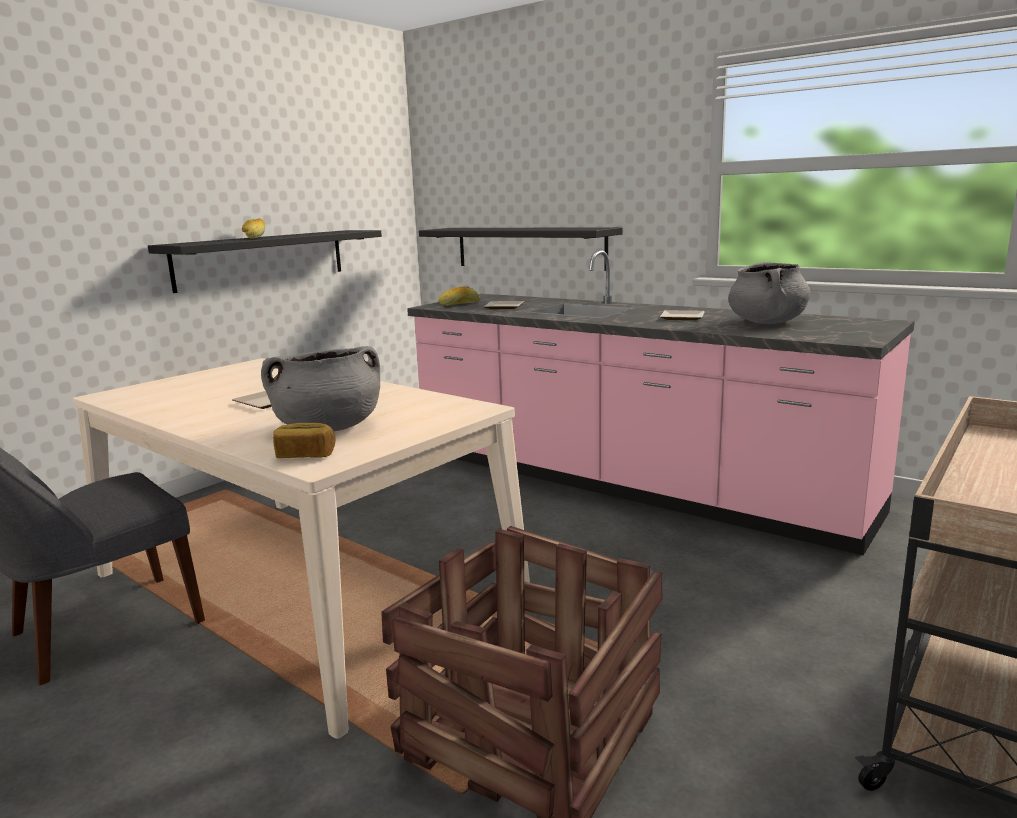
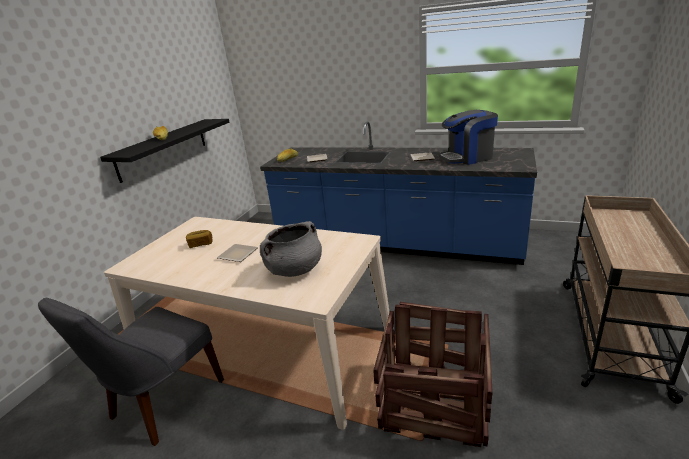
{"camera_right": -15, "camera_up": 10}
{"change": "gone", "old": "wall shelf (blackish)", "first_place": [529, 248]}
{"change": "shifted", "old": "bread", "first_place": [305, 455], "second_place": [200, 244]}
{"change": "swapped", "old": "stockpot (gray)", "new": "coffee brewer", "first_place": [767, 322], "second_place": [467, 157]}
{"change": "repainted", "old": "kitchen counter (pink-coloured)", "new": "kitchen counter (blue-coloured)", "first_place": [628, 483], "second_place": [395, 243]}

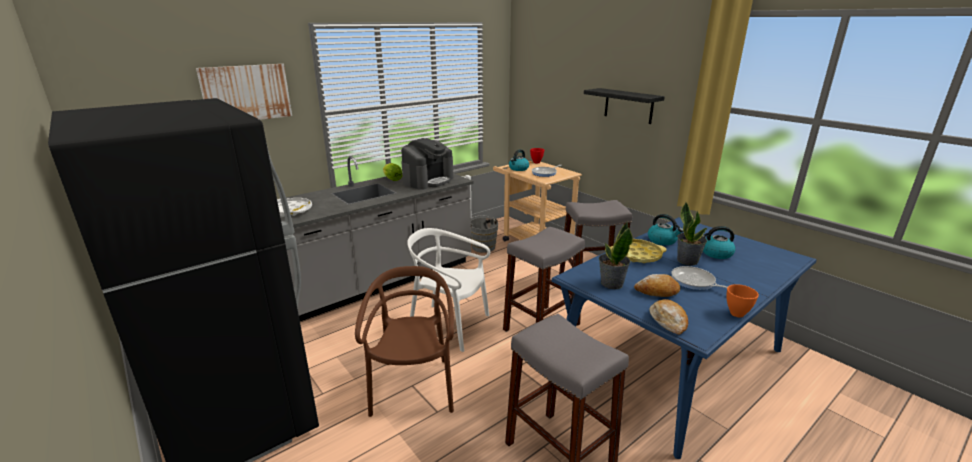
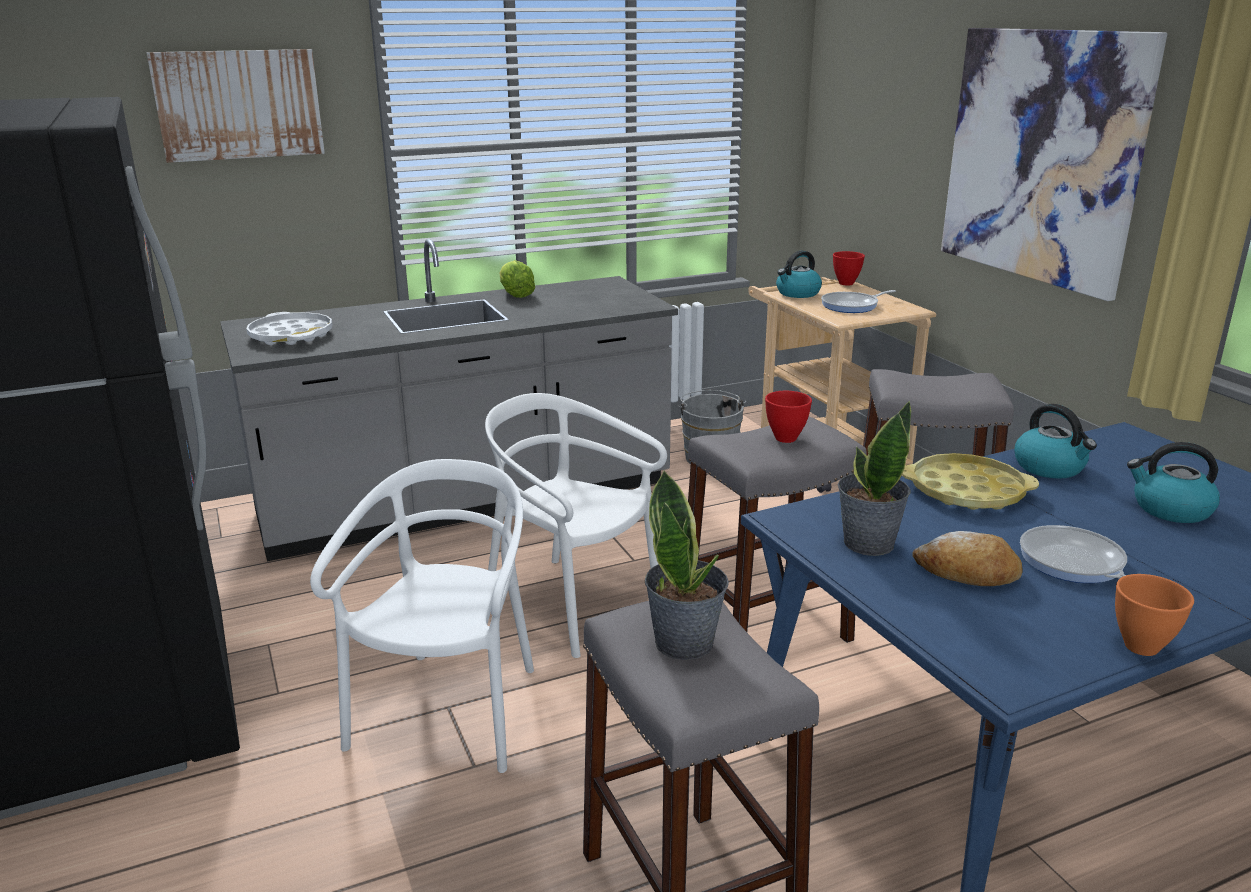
{"camera_right": 15, "camera_up": 0}
{"change": "gone", "old": "coffee brewer", "first_place": [428, 181]}
{"change": "gone", "old": "bread", "first_place": [668, 321]}
{"change": "new", "new": "bowl (red)", "second_place": [787, 439]}
{"change": "shifted", "old": "houseplant", "first_place": [687, 260], "second_place": [685, 642]}
{"change": "swapped", "old": "wall shelf (blackish)", "new": "wall picture", "first_place": [628, 106], "second_place": [1041, 157]}
{"change": "repainted", "old": "plain chair (brown-coloured)", "new": "plain chair (whitish)", "first_place": [413, 387], "second_place": [449, 712]}

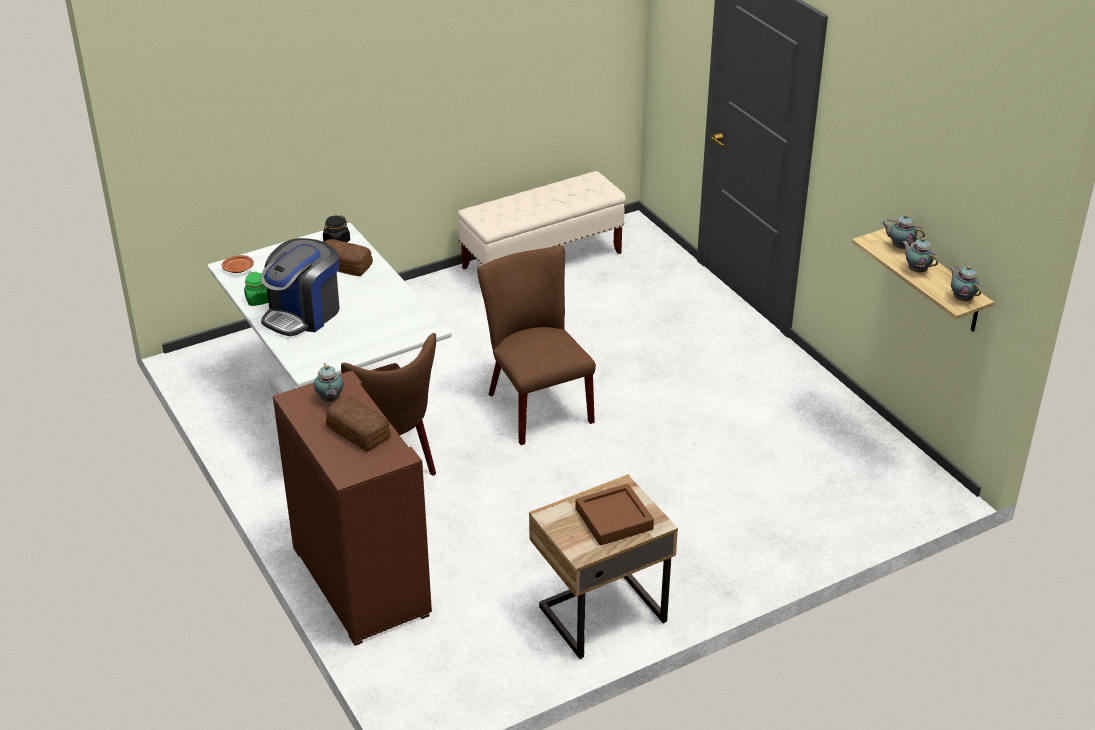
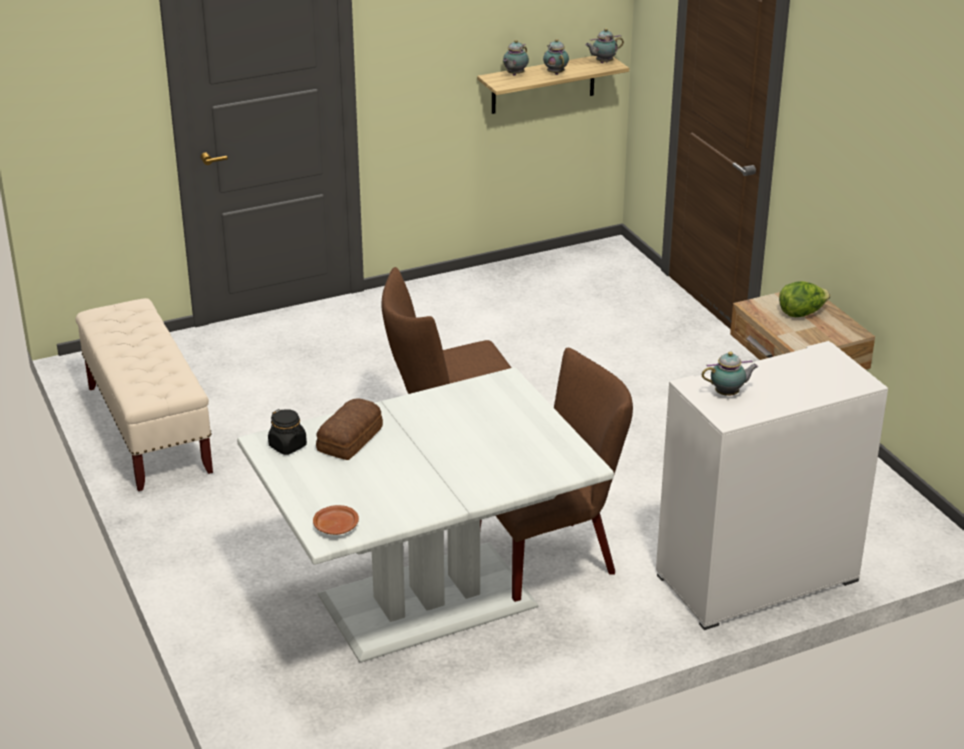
{"camera_right": -85, "camera_up": -5}
{"change": "gone", "old": "storage jar (green-coloured)", "first_place": [258, 300]}
{"change": "gone", "old": "coffee brewer", "first_place": [303, 314]}
{"change": "gone", "old": "bread", "first_place": [358, 431]}
{"change": "swapped", "old": "serving tray (brown-coloured)", "new": "lettuce", "first_place": [614, 519], "second_place": [801, 313]}
{"change": "repainted", "old": "storage cabinet (brown-coloured)", "new": "storage cabinet (whitish)", "first_place": [358, 580], "second_place": [757, 579]}
{"change": "rotated", "old": "teapot", "first_place": [916, 270], "second_place": [555, 73], "degrees": 105}

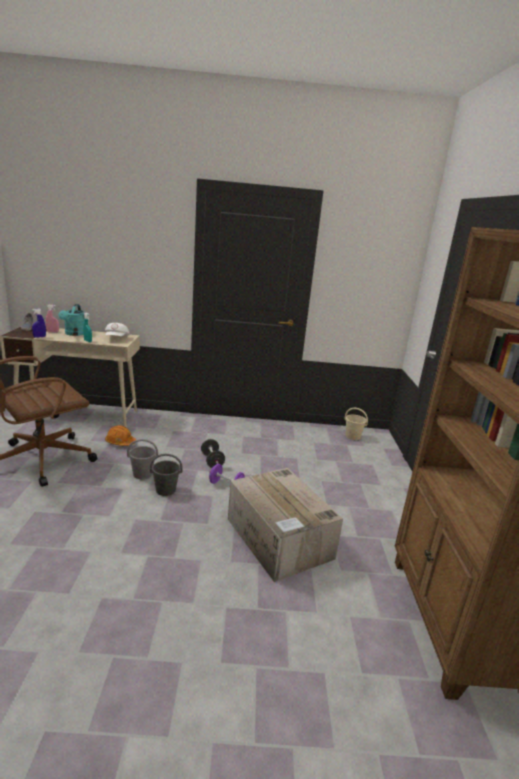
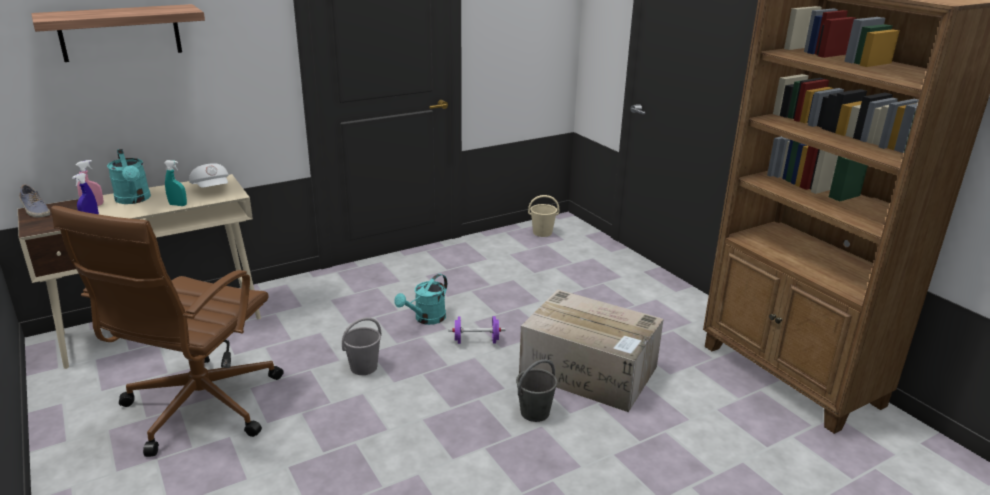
{"camera_right": -30, "camera_up": 5}
{"change": "gone", "old": "hard hat (orange)", "first_place": [120, 442]}
{"change": "new", "new": "wall shelf", "second_place": [120, 32]}
{"change": "shifted", "old": "bucket (gray)", "first_place": [166, 490], "second_place": [535, 412]}
{"change": "swapped", "old": "dumbbell (blackish)", "new": "watering can (turquoise-coloured)", "first_place": [212, 461], "second_place": [426, 319]}

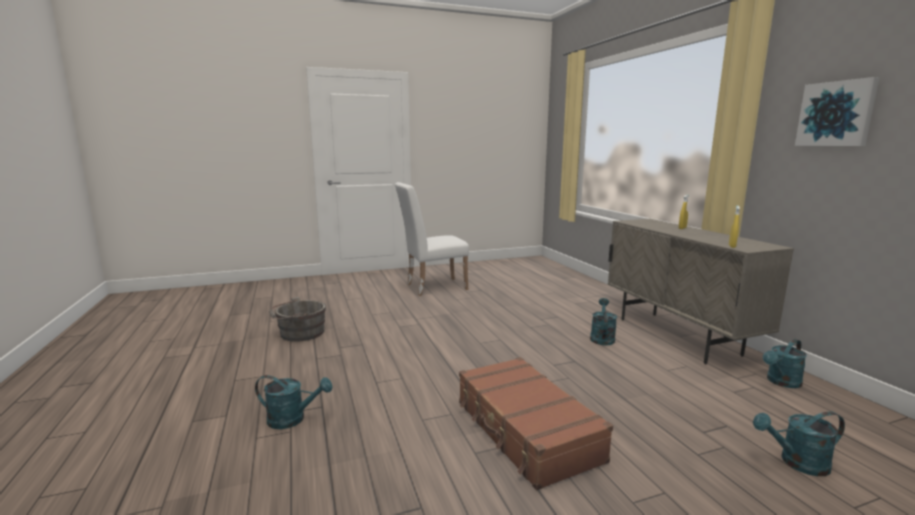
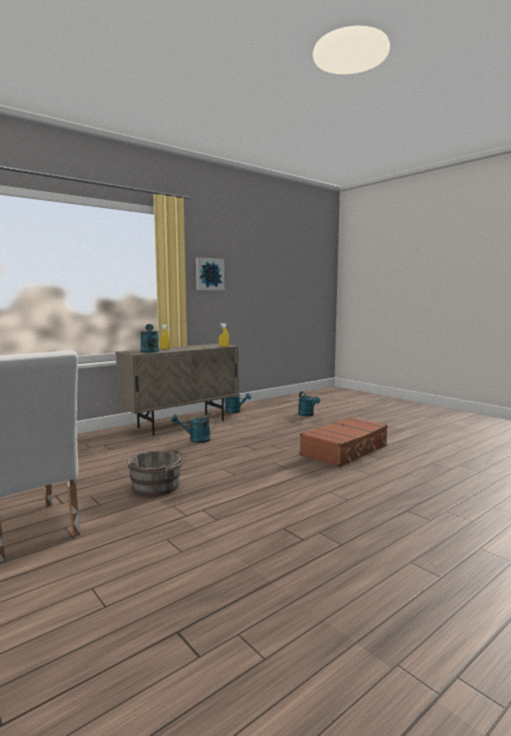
{"camera_right": -110, "camera_up": -5}
{"change": "shifted", "old": "watering can (turquoise-coloured)", "first_place": [293, 419], "second_place": [149, 351]}
{"change": "shifted", "old": "bucket (gray)", "first_place": [299, 333], "second_place": [157, 487]}

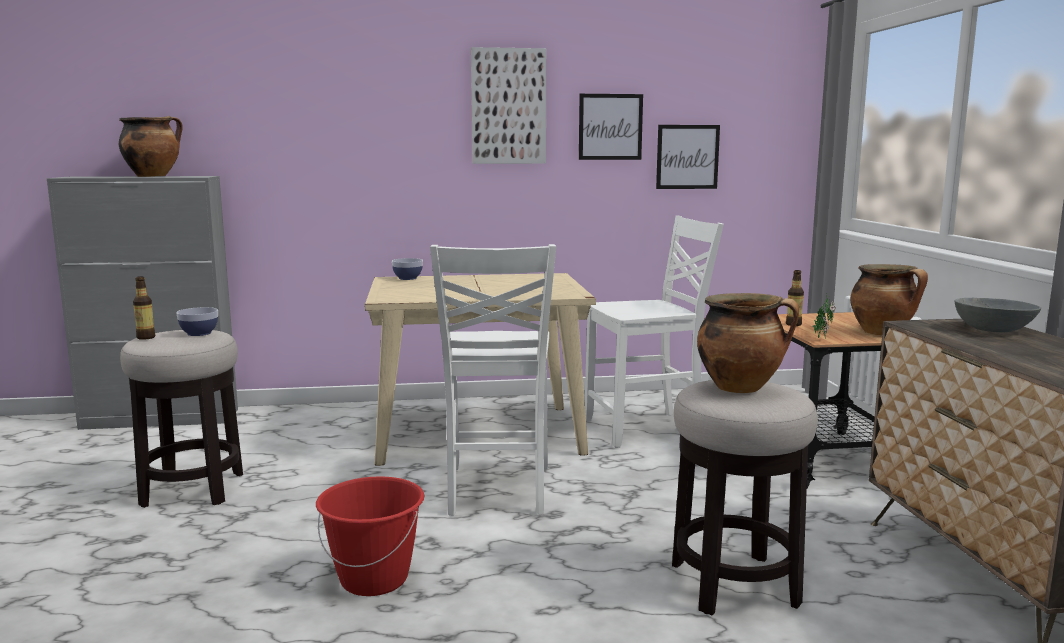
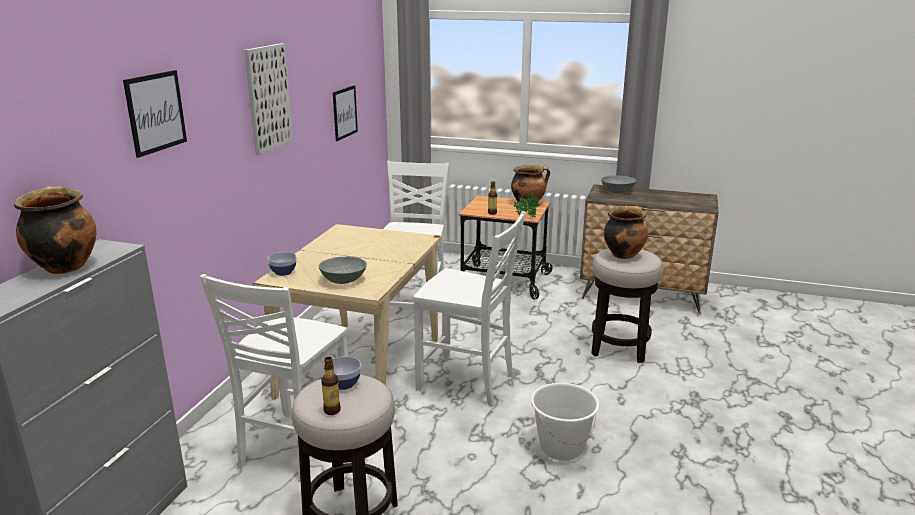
{"camera_right": -65, "camera_up": 10}
{"change": "new", "new": "plain chair (whitish)", "second_place": [294, 447]}
{"change": "new", "new": "bowl (gray)", "second_place": [343, 280]}
{"change": "shifted", "old": "wall picture", "first_place": [610, 127], "second_place": [155, 112]}
{"change": "repainted", "old": "bucket (red)", "new": "bucket (whitish)", "first_place": [374, 579], "second_place": [561, 448]}

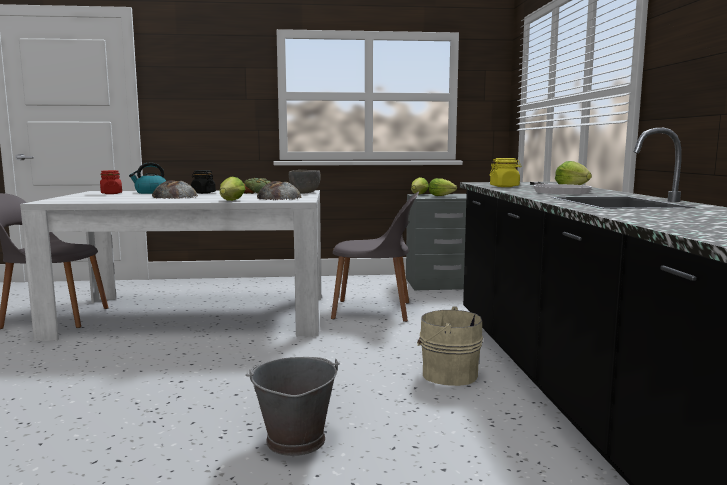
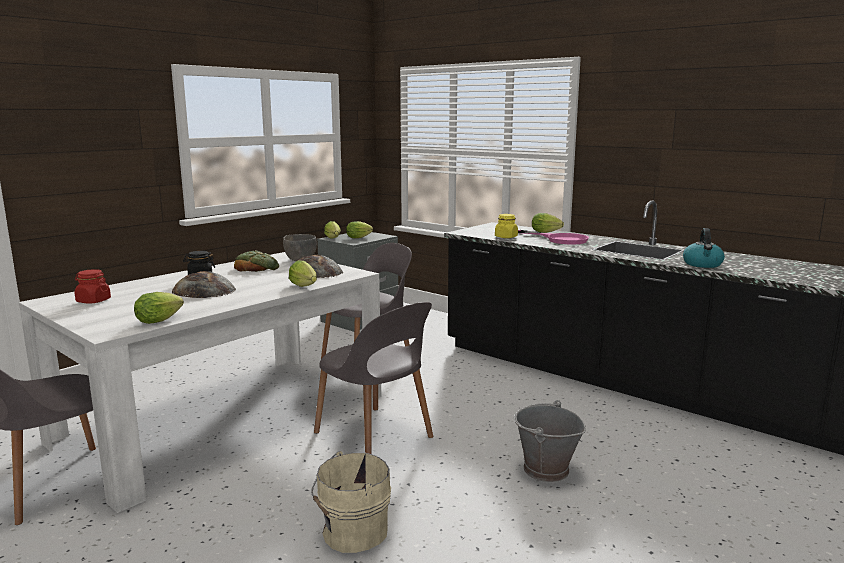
{"camera_right": -45, "camera_up": 5}
{"change": "new", "new": "lettuce", "second_place": [161, 320]}
{"change": "new", "new": "plain chair (gray)", "second_place": [375, 436]}
{"change": "shifted", "old": "tea kettle", "first_place": [151, 192], "second_place": [703, 264]}
{"change": "shifted", "old": "bucket (beige)", "first_place": [447, 374], "second_place": [351, 532]}
{"change": "repainted", "old": "pan (whitish)", "new": "pan (pink-coloured)", "first_place": [557, 191], "second_place": [560, 239]}

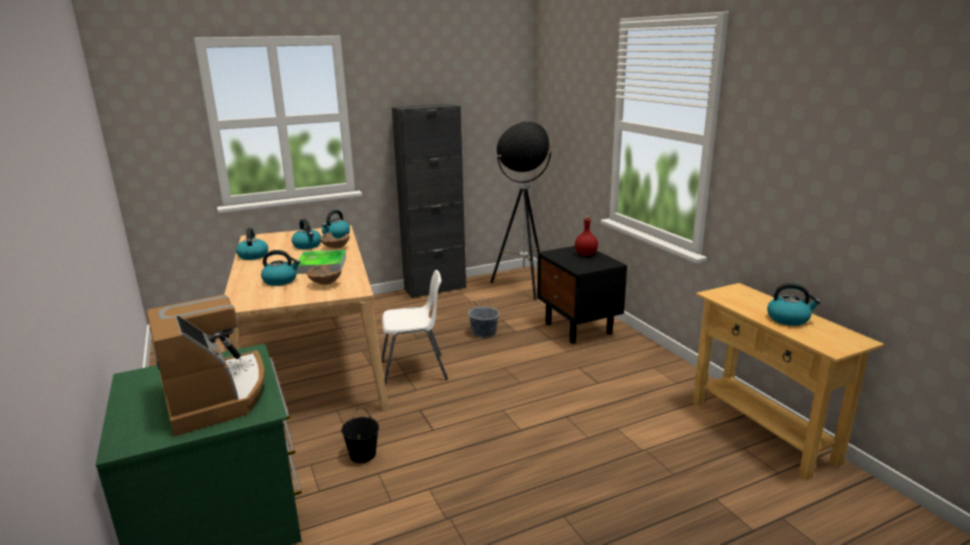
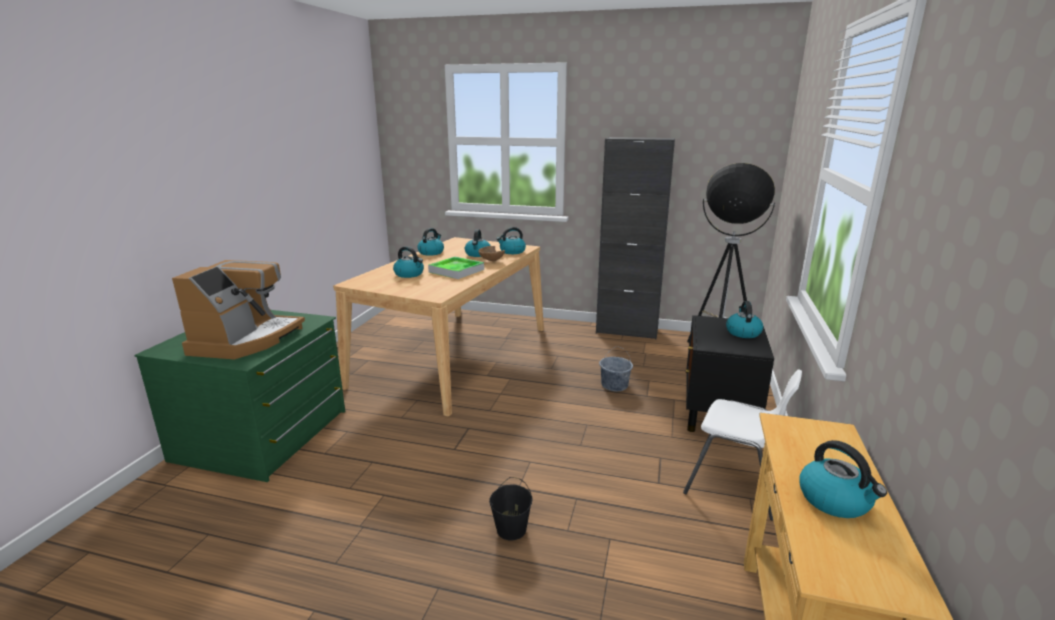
{"camera_right": 40, "camera_up": 0}
{"change": "gone", "old": "bowl (brown-coloured)", "first_place": [324, 284]}
{"change": "shifted", "old": "bucket (blackish)", "first_place": [362, 455], "second_place": [511, 529]}
{"change": "shifted", "old": "plain chair (whitish)", "first_place": [414, 370], "second_place": [734, 487]}
{"change": "swapped", "old": "bottle (red)", "new": "tea kettle", "first_place": [586, 254], "second_place": [742, 332]}

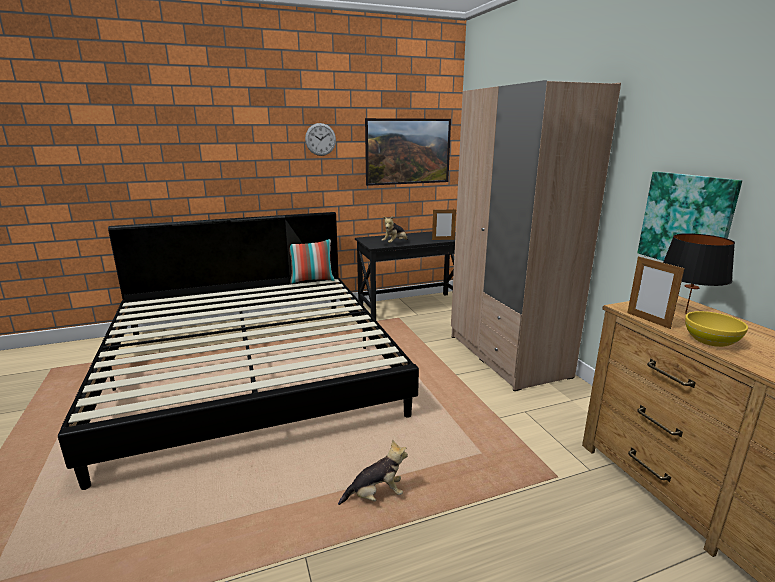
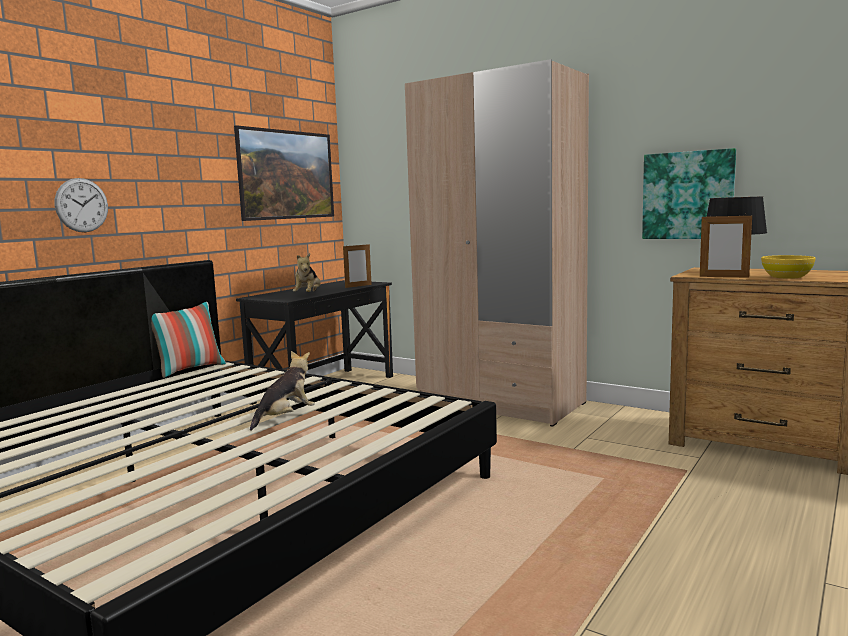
{"camera_right": -35, "camera_up": -10}
{"change": "shifted", "old": "wall clock", "first_place": [320, 139], "second_place": [81, 205]}
{"change": "shifted", "old": "soft toy", "first_place": [376, 495], "second_place": [285, 417]}

